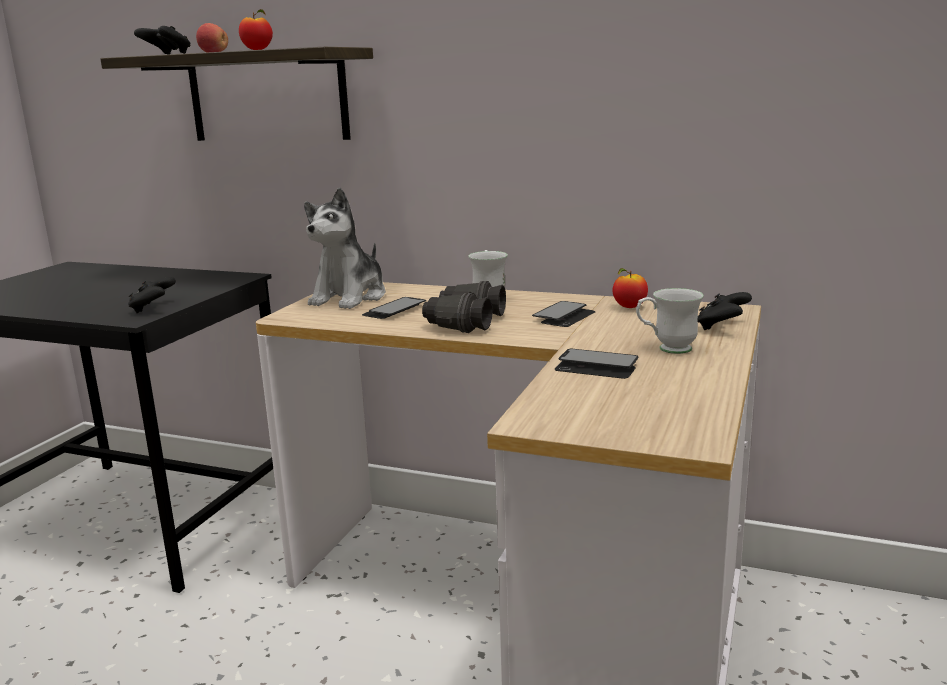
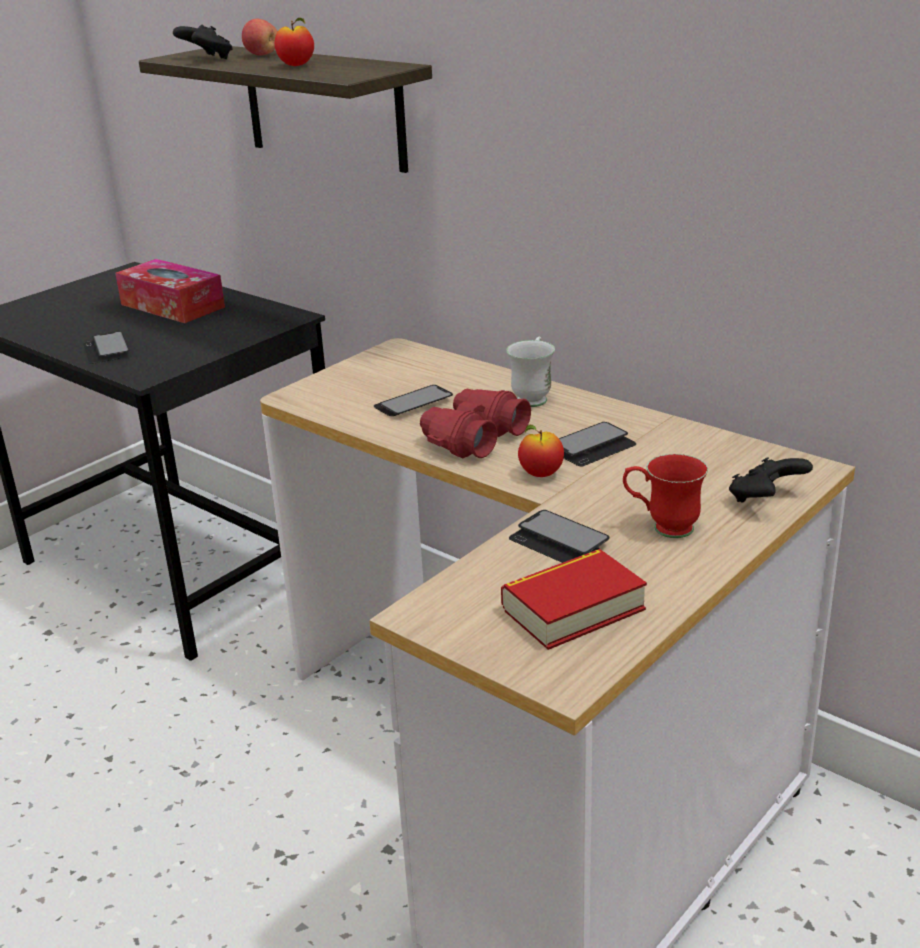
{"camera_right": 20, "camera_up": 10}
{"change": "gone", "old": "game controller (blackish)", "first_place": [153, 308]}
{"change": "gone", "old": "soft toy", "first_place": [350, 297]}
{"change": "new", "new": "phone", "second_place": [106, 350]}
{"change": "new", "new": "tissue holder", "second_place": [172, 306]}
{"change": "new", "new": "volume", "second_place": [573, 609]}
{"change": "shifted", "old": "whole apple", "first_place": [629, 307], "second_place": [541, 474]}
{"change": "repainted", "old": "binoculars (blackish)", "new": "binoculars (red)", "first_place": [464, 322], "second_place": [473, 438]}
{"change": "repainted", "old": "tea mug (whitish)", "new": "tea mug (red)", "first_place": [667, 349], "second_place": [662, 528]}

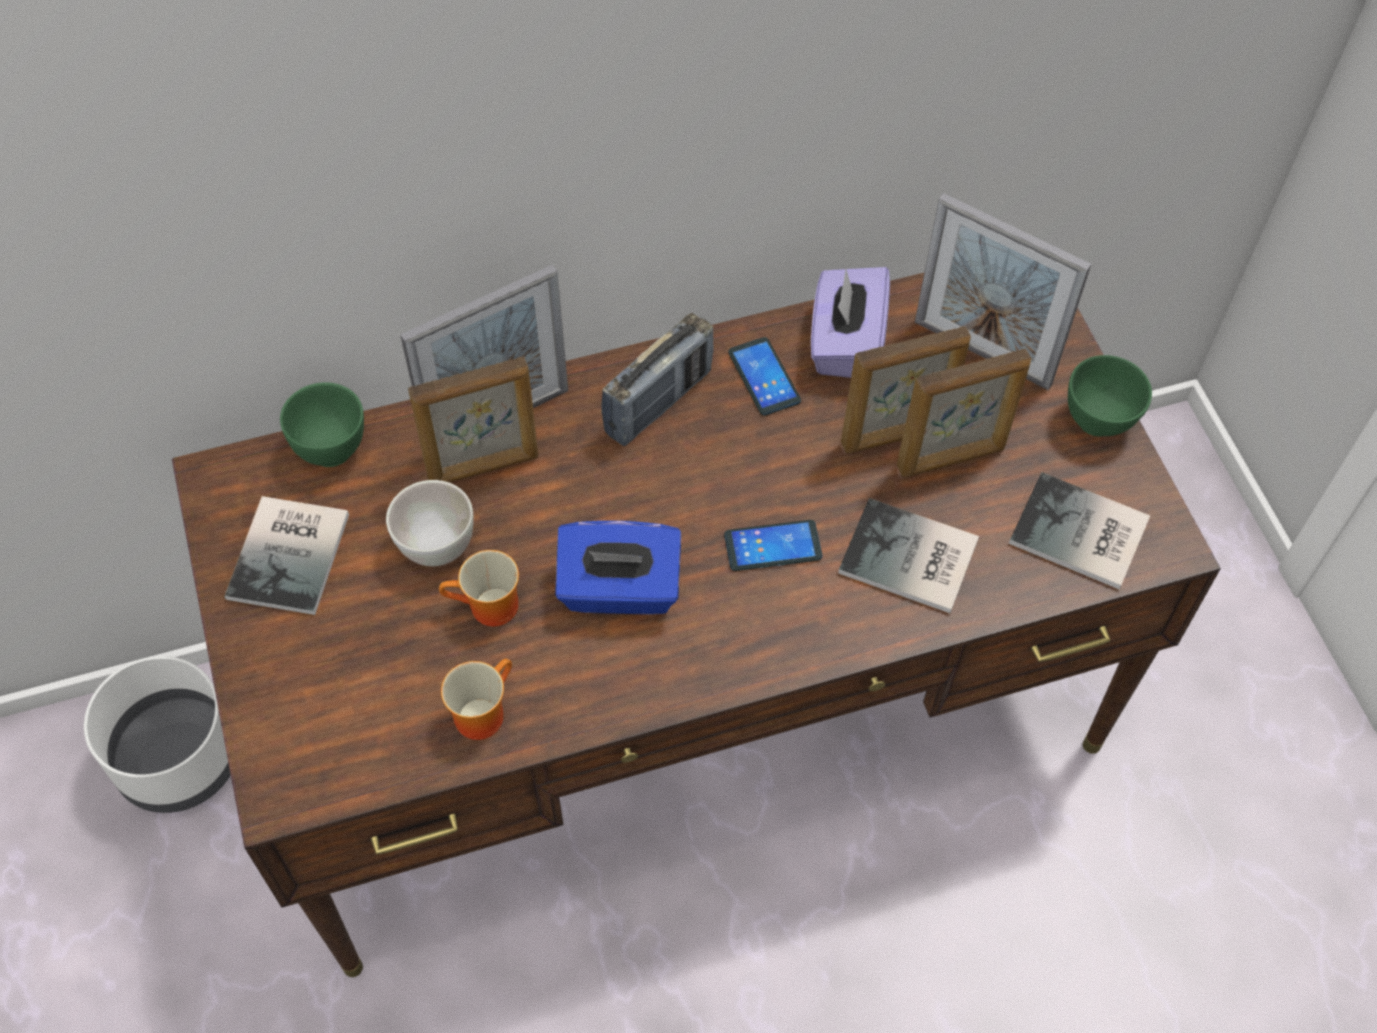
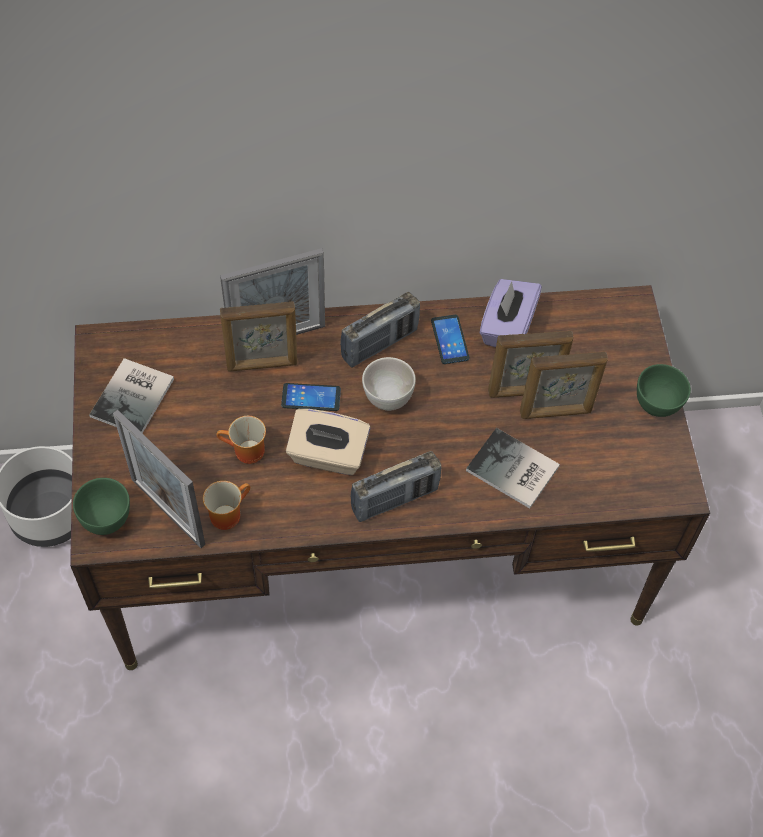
{"camera_right": 10, "camera_up": 0}
{"change": "gone", "old": "volume", "first_place": [1081, 536]}
{"change": "new", "new": "radio", "second_place": [395, 499]}
{"change": "shifted", "old": "bowl (green-coloured)", "first_place": [331, 448], "second_place": [107, 520]}
{"change": "shifted", "old": "bowl (whitish)", "first_place": [436, 546], "second_place": [387, 398]}
{"change": "shifted", "old": "phone", "first_place": [773, 546], "second_place": [311, 398]}
{"change": "shifted", "old": "standing frame", "first_place": [982, 353], "second_place": [168, 512]}
{"change": "repainted", "old": "tissue holder (blue-coloured)", "new": "tissue holder (beige)", "first_place": [619, 590], "second_place": [328, 455]}

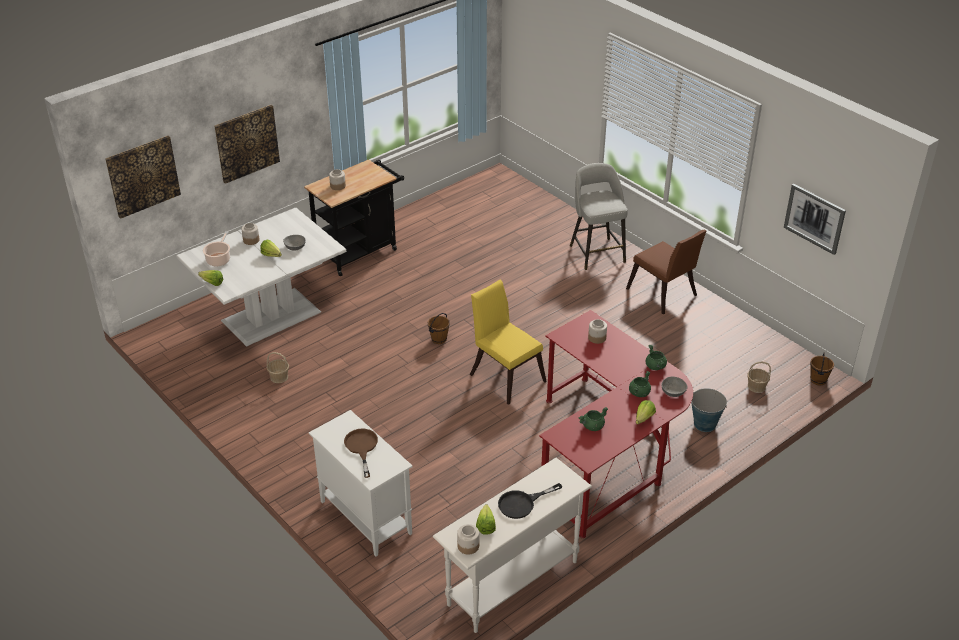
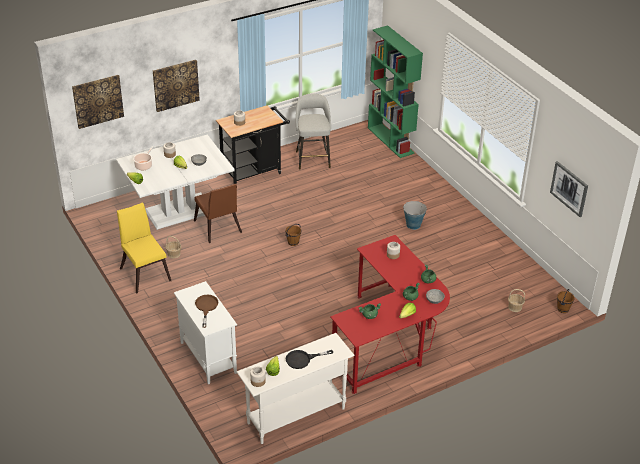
{"camera_right": 10, "camera_up": 0}
{"change": "new", "new": "bookshelf (green-coloured)", "second_place": [391, 140]}
{"change": "shifted", "old": "plain chair (yellowish)", "first_place": [505, 375], "second_place": [144, 272]}
{"change": "shifted", "old": "stool (gray)", "first_place": [596, 253], "second_place": [312, 158]}
{"change": "shifted", "old": "plain chair (brown-coloured)", "first_place": [663, 295], "second_place": [218, 229]}
{"change": "shifted", "old": "bucket", "first_place": [704, 424], "second_place": [413, 225]}

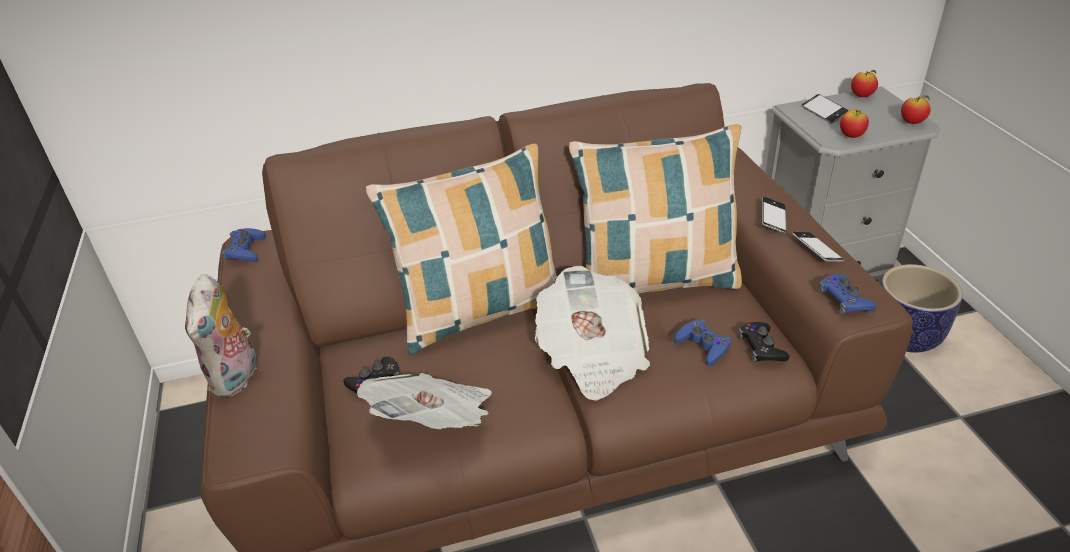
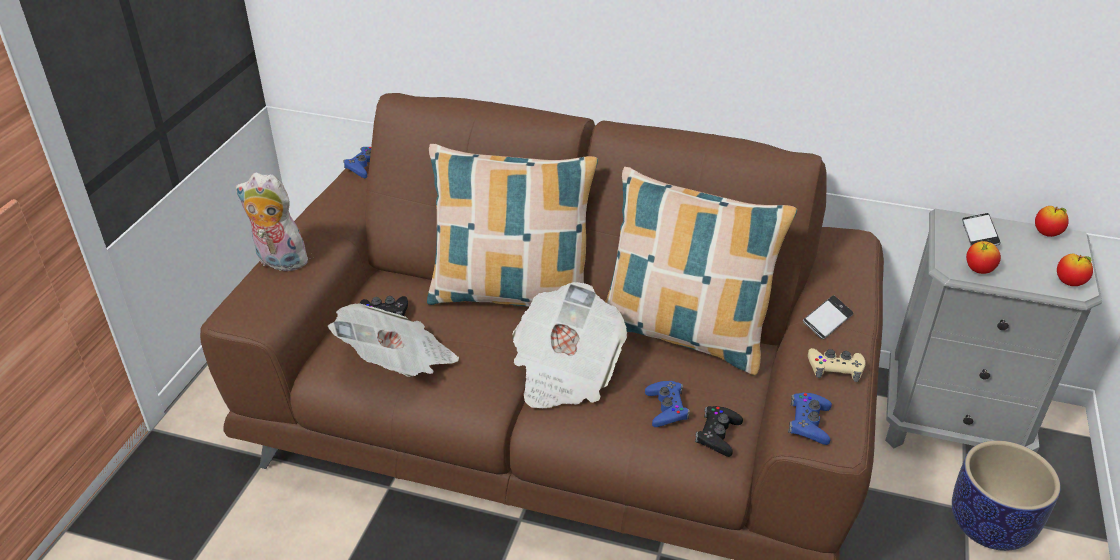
{"camera_right": 30, "camera_up": 0}
{"change": "swapped", "old": "phone", "new": "game controller (beige)", "first_place": [816, 250], "second_place": [835, 368]}
{"change": "rotated", "old": "soft toy", "first_place": [237, 378], "second_place": [278, 262], "degrees": 75}

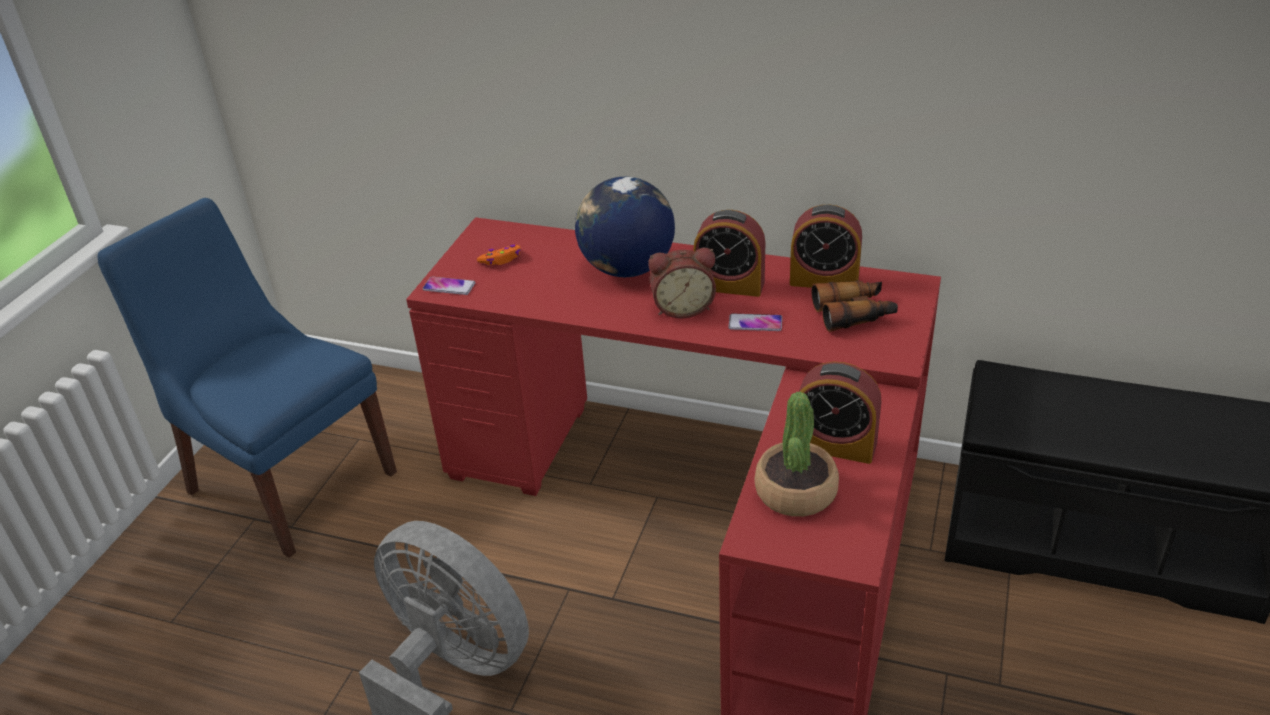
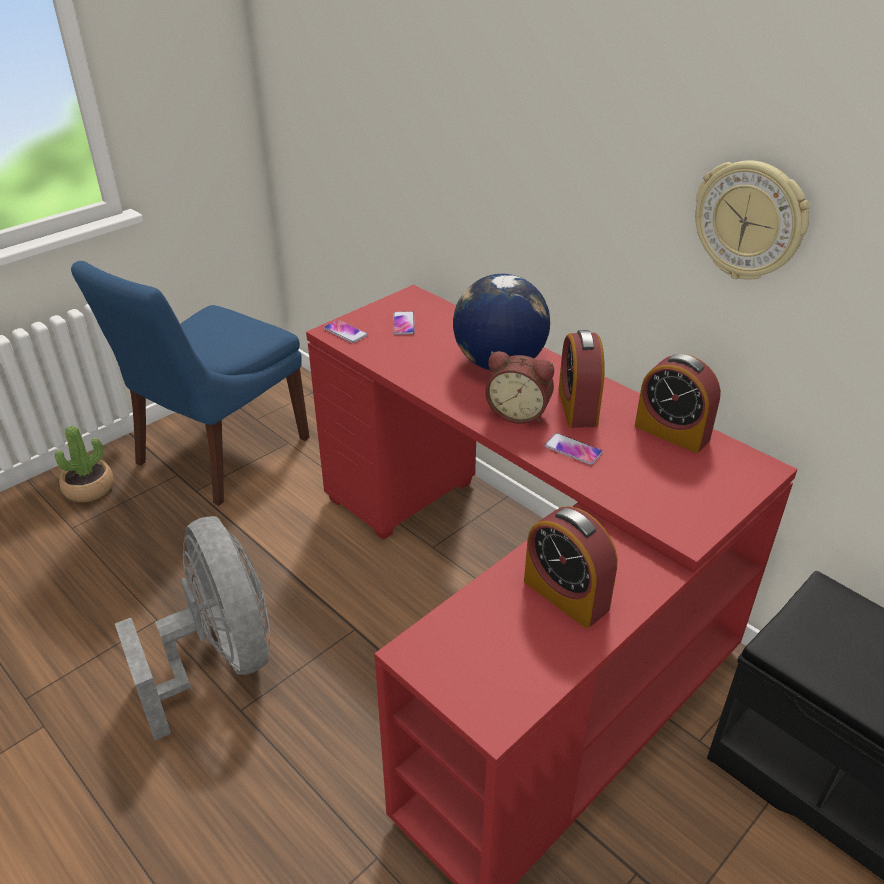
{"camera_right": 25, "camera_up": 0}
{"change": "gone", "old": "binoculars", "first_place": [854, 314]}
{"change": "new", "new": "wall clock", "second_place": [750, 221]}
{"change": "shifted", "old": "houseplant", "first_place": [796, 492], "second_place": [89, 488]}
{"change": "swapped", "old": "game controller (orange)", "new": "phone", "first_place": [501, 259], "second_place": [403, 324]}
{"change": "rotated", "old": "plain chair (blue-coloured)", "first_place": [287, 479], "second_place": [219, 454], "degrees": -120}
{"change": "rotated", "old": "alarm clock", "first_place": [729, 285], "second_place": [577, 407], "degrees": 45}

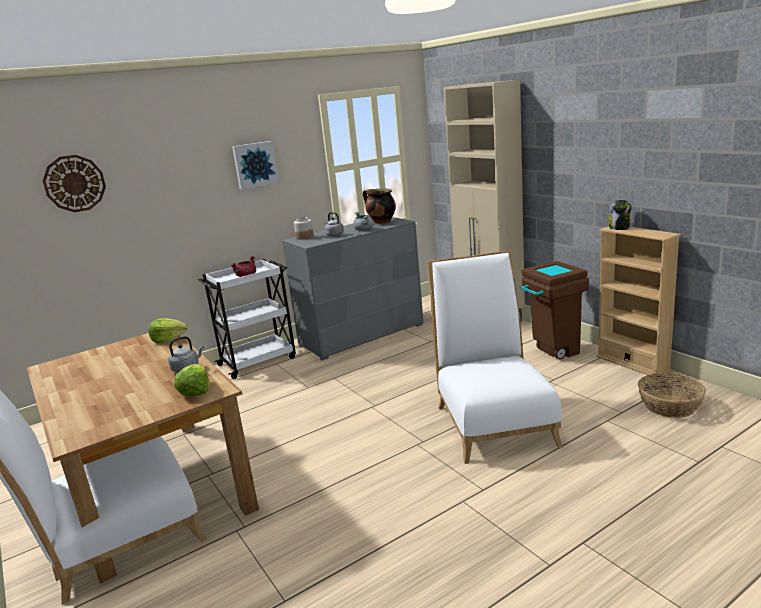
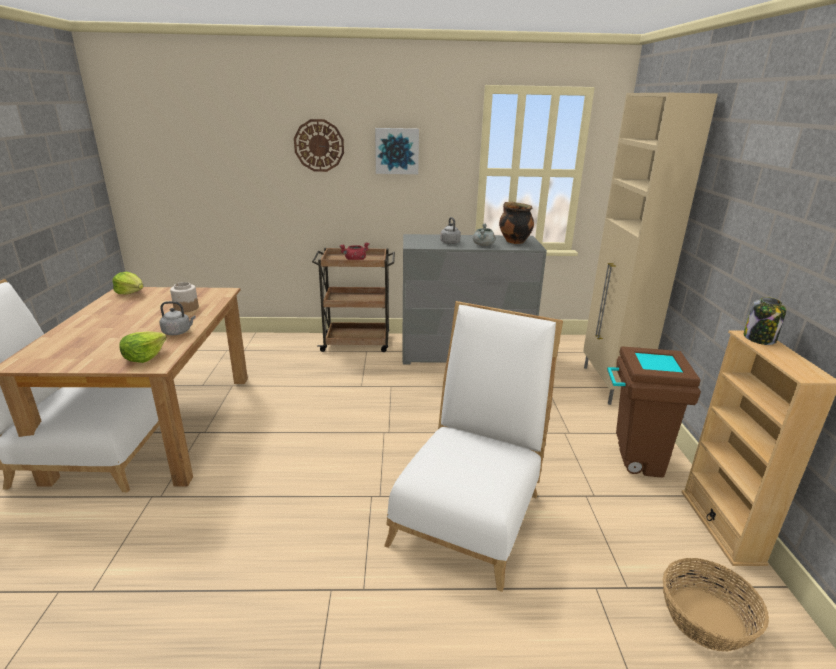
{"camera_right": 30, "camera_up": 5}
{"change": "shifted", "old": "wall clock", "first_place": [74, 183], "second_place": [319, 145]}
{"change": "shifted", "old": "lettuce", "first_place": [168, 339], "second_place": [130, 292]}
{"change": "shifted", "old": "storage jar", "first_place": [304, 237], "second_place": [186, 308]}
{"change": "repainted", "old": "trolley (whitish)", "new": "trolley (brown-coloured)", "first_place": [258, 361], "second_place": [357, 343]}

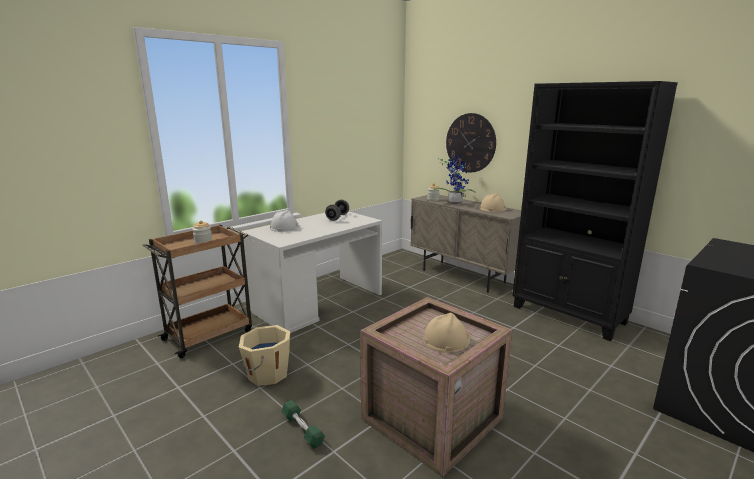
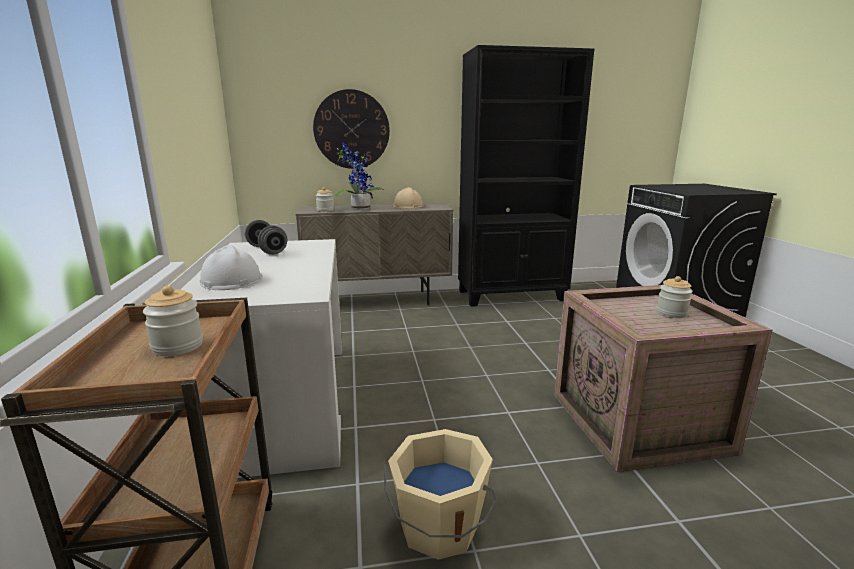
{"camera_right": -55, "camera_up": 0}
{"change": "gone", "old": "dumbbell (green-coloured)", "first_place": [302, 429]}
{"change": "swapped", "old": "hard hat (beige)", "new": "storage jar", "first_place": [446, 339], "second_place": [671, 313]}

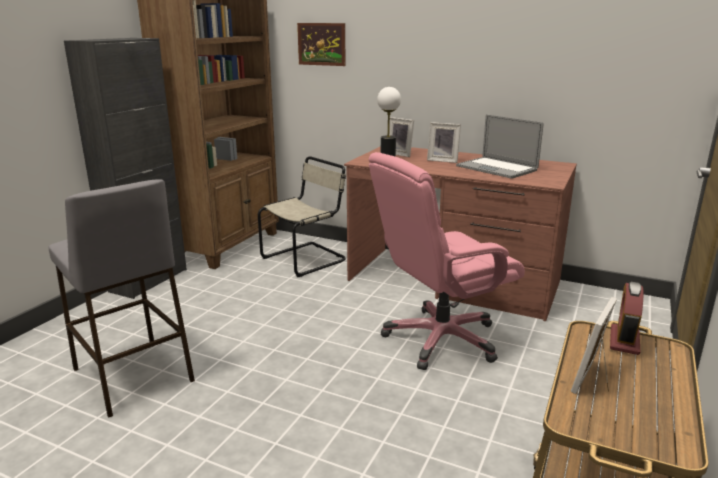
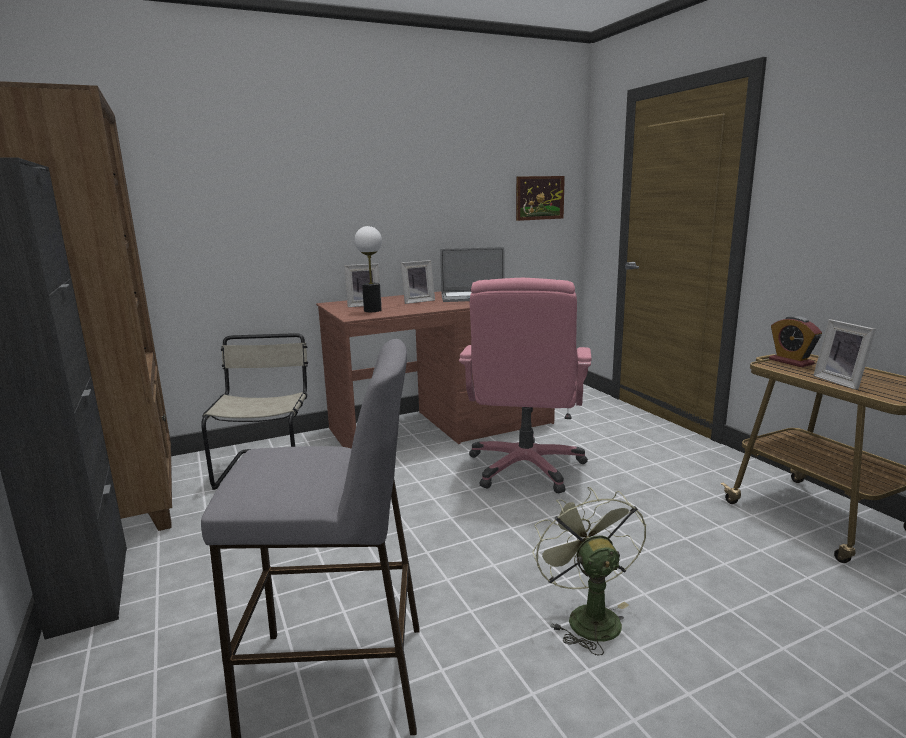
{"camera_right": -50, "camera_up": -5}
{"change": "new", "new": "electric fan (green-coloured)", "second_place": [587, 616]}
{"change": "shifted", "old": "wall picture", "first_place": [321, 44], "second_place": [539, 198]}

